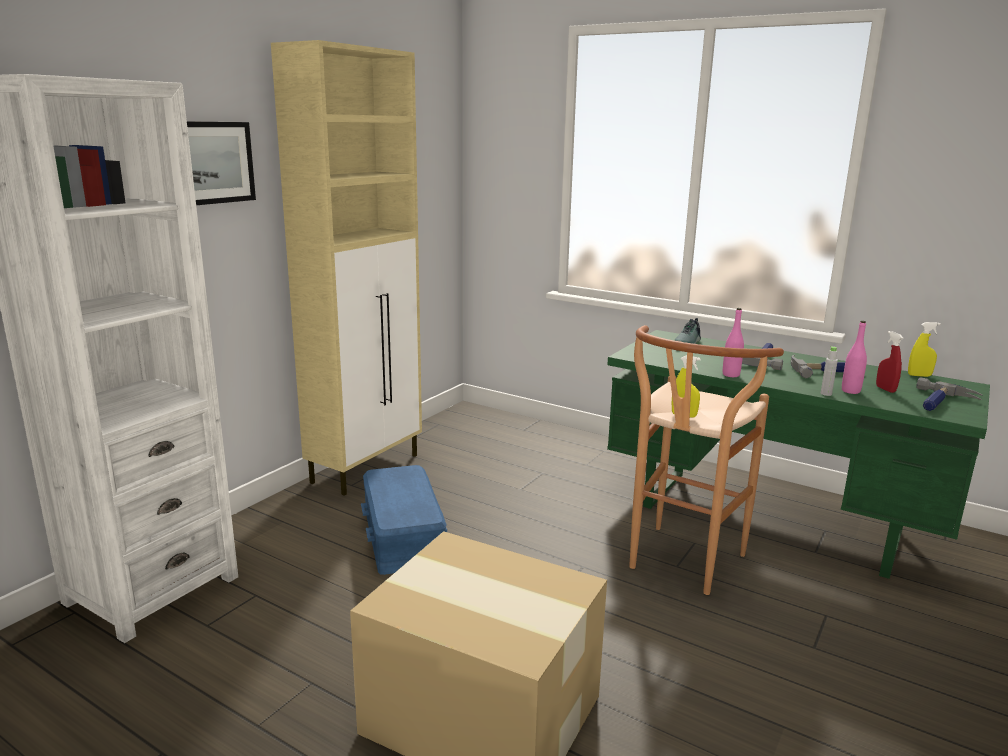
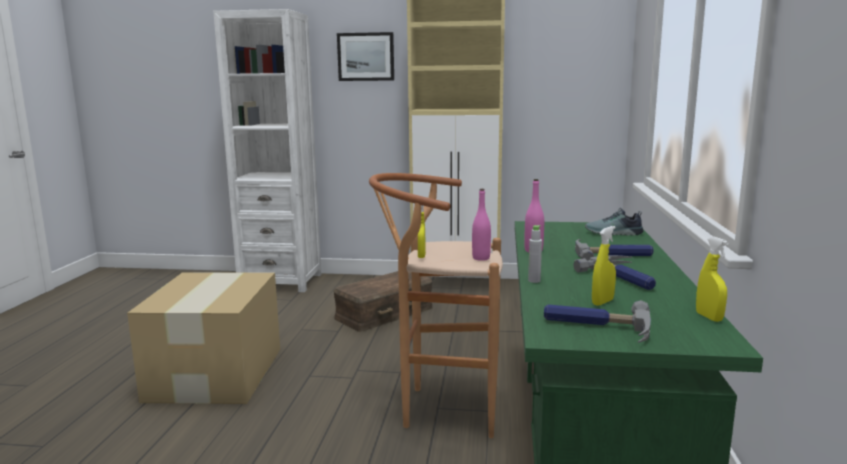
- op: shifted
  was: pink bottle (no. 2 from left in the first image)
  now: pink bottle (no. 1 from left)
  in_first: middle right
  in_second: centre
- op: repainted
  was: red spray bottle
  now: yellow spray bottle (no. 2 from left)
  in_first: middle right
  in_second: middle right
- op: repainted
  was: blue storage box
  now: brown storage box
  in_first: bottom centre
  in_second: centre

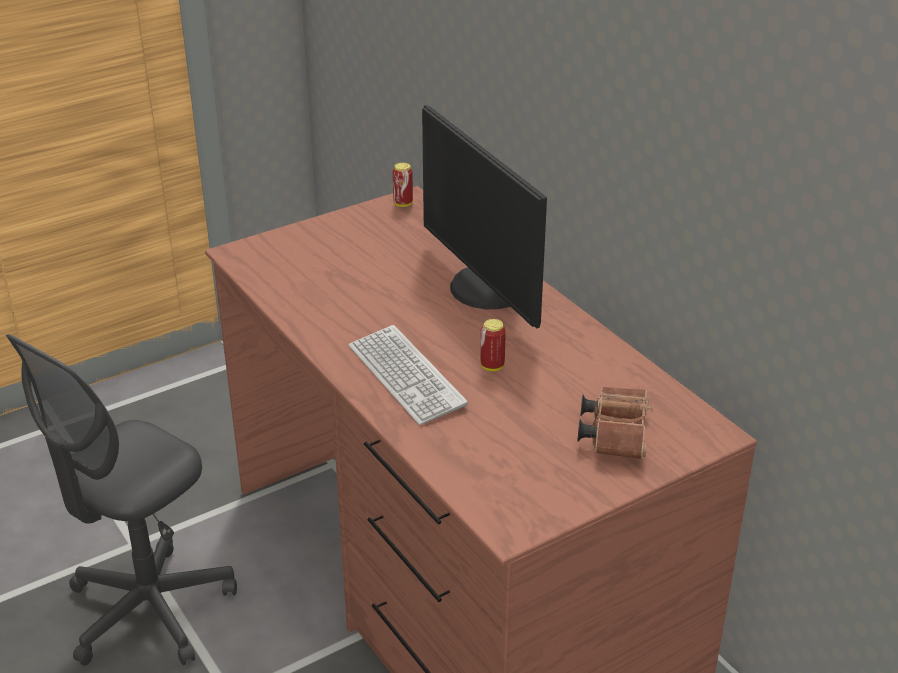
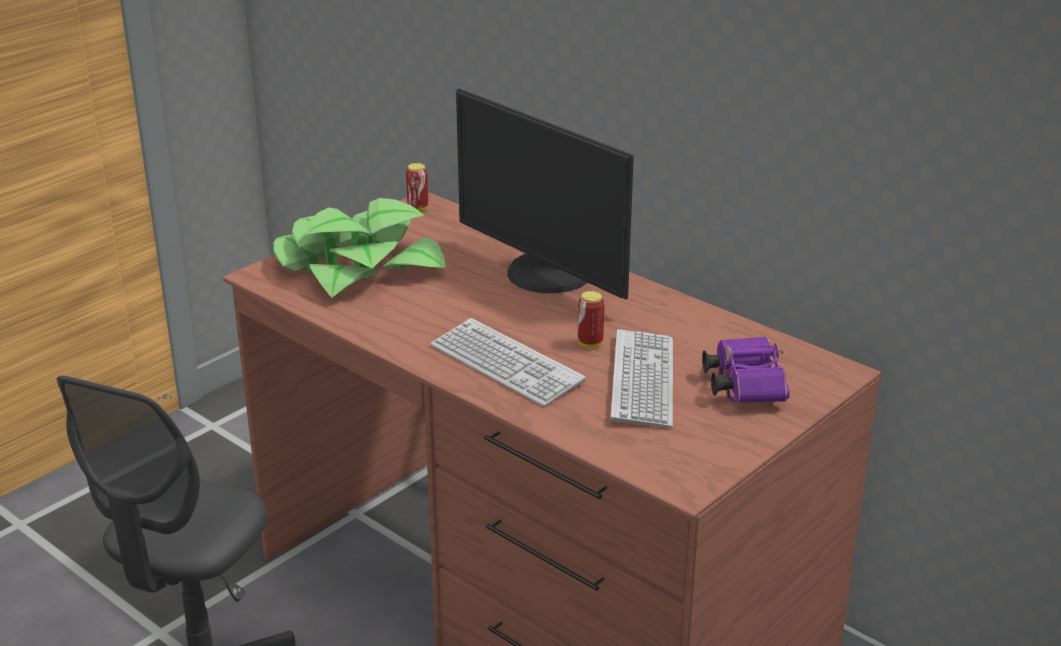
- op: repainted
  was: brown binoculars
  now: purple binoculars
  in_first: middle right
  in_second: middle right
- op: new
  now: potted plant
  in_second: centre
- op: new
  now: keyboard (no. 2 from left)
  in_second: centre

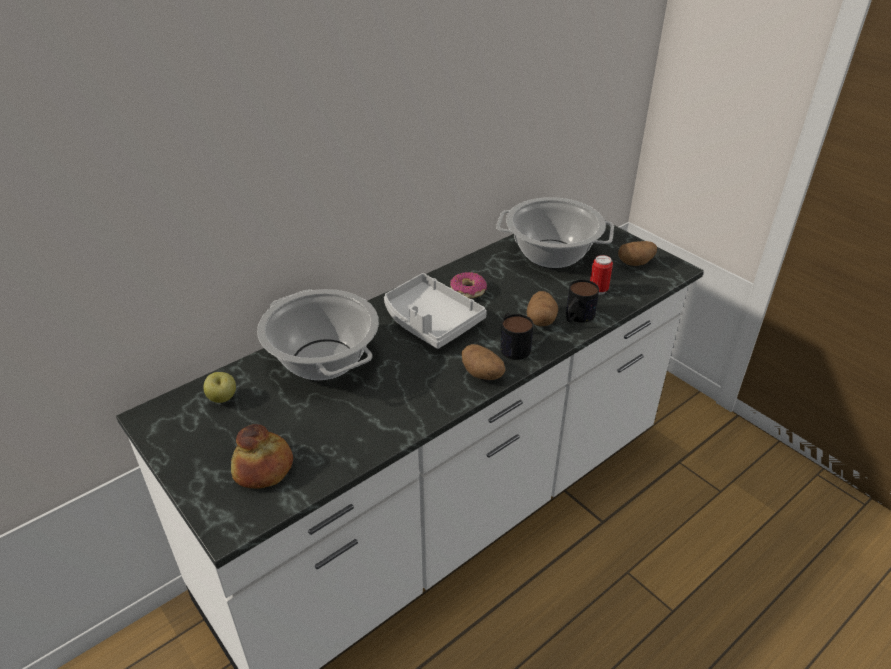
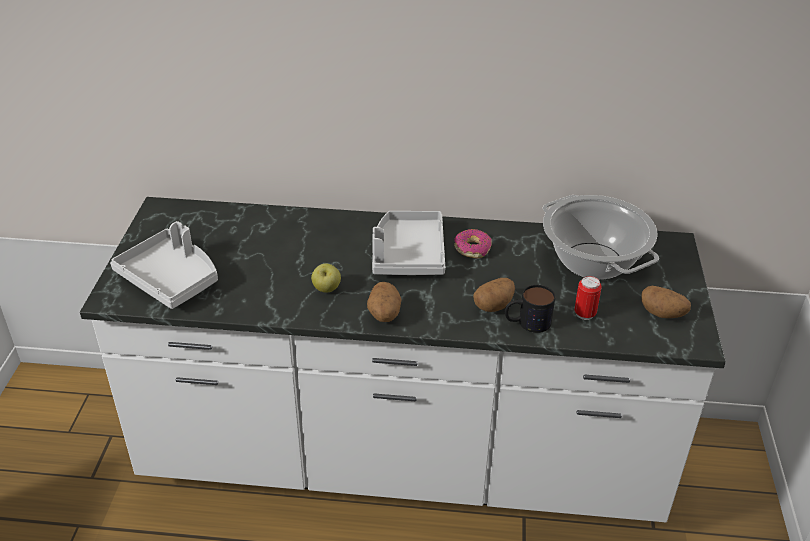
- op: gone
  was: cooking pot (no. 1 from left)
  in_first: centre
- op: gone
  was: mug (no. 1 from left)
  in_first: centre
- op: shifted
  was: apple
  in_first: middle left
  in_second: centre
- op: swapped
  was: bread
  now: grey tray (no. 1 from left)
  in_first: bottom left
  in_second: middle left

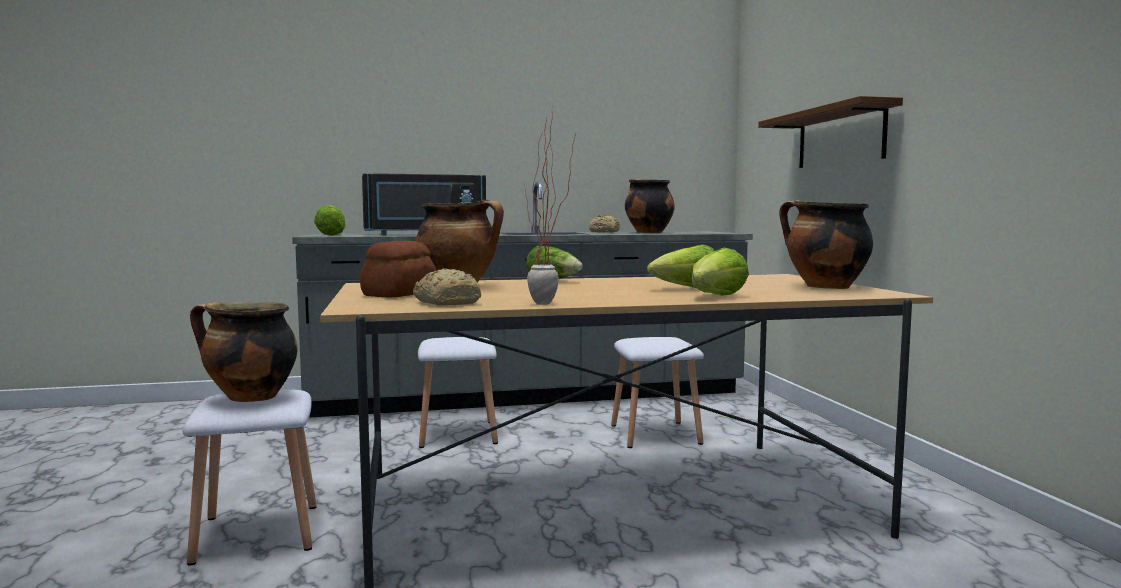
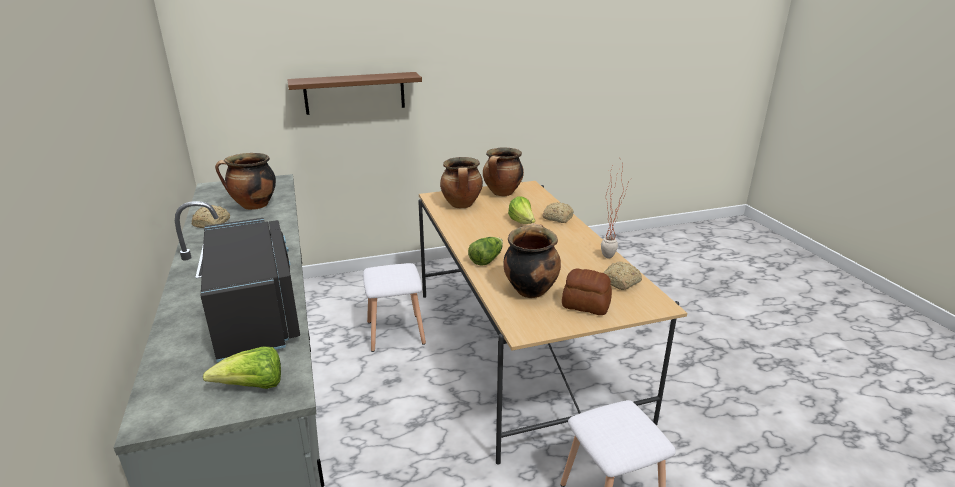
- op: swapped
  was: lettuce (no. 4 from left)
  now: bread (no. 2 from left)
  in_first: centre
  in_second: centre
- op: shifted
  was: cooking pot (no. 1 from left in the first image)
  now: cooking pot (no. 2 from left)
  in_first: middle left
  in_second: centre
- op: gone
  was: white stool (no. 2 from left)
  in_first: bottom centre

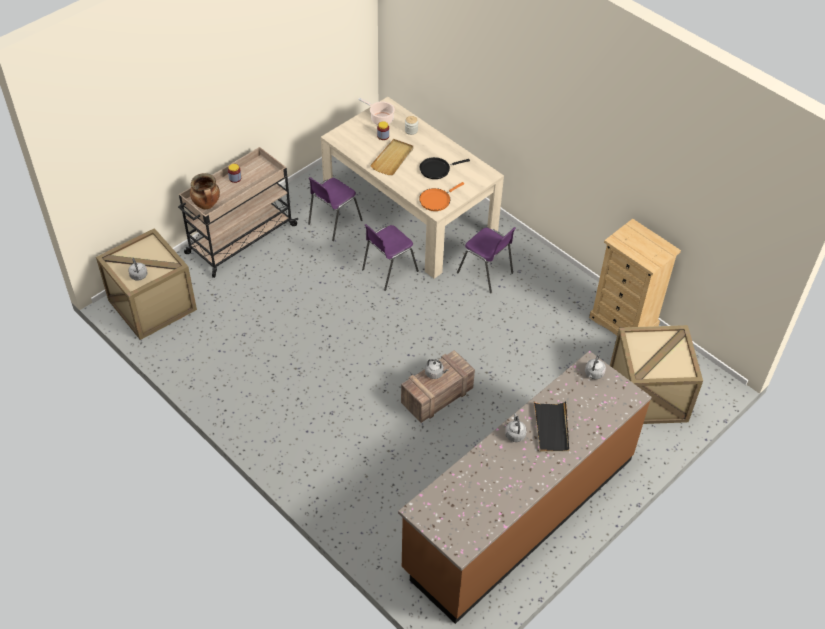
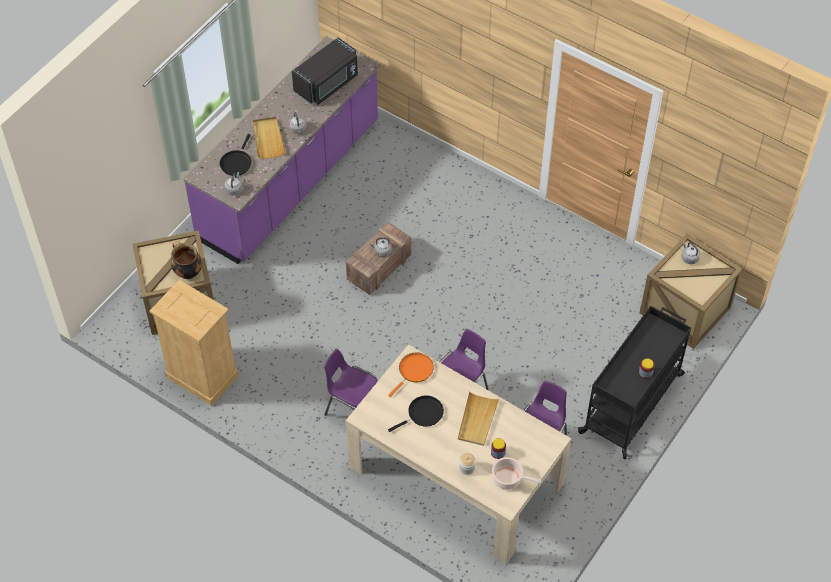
- op: repainted
  was: beige cart
  now: black cart
  in_first: middle left
  in_second: middle right
- op: shifted
  was: cooking pot (no. 1 from left)
  in_first: top left
  in_second: middle left
- op: repainted
  was: brown counter
  now: purple counter
  in_first: bottom centre
  in_second: top centre
- op: repainted
  was: black tray
  now: beige tray (no. 1 from left)
  in_first: bottom right
  in_second: top left
- op: new
  now: black microwave
  in_second: top centre
- op: new
  now: black frying pan (no. 1 from left)
  in_second: top left

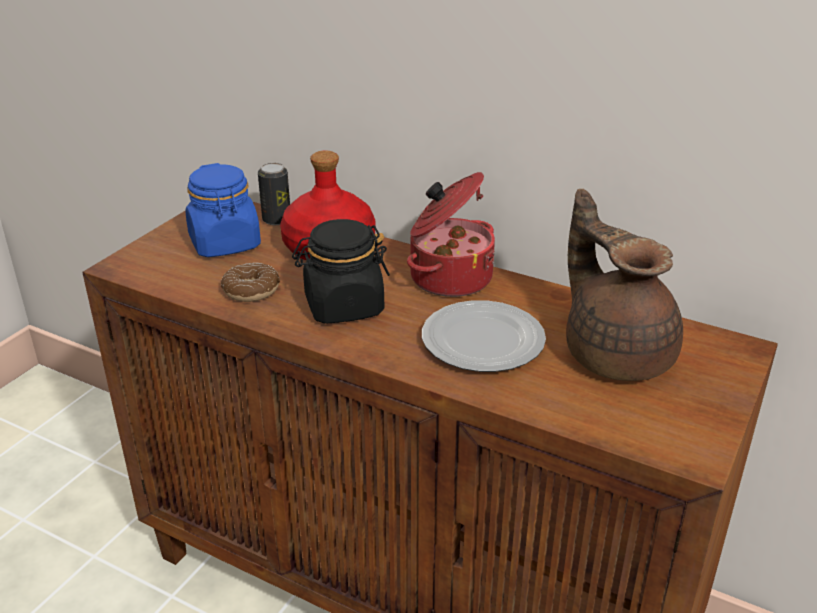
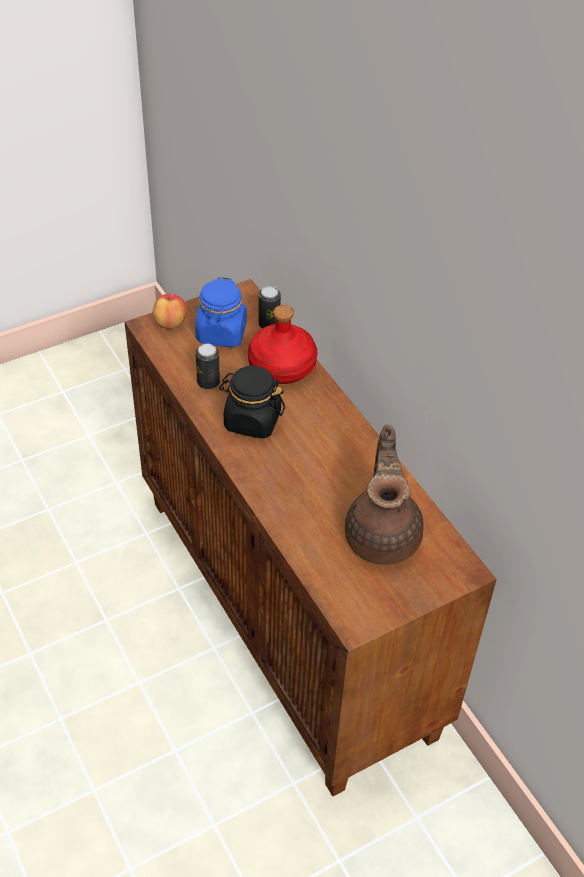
- op: gone
  was: cooking pot
  in_first: centre
- op: swapped
  was: donut
  now: can (no. 1 from left)
  in_first: middle left
  in_second: centre
- op: gone
  was: plate
  in_first: centre
- op: new
  now: apple
  in_second: middle left

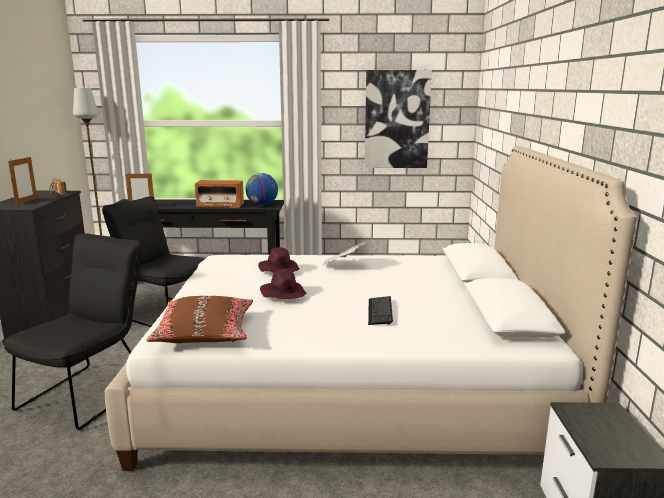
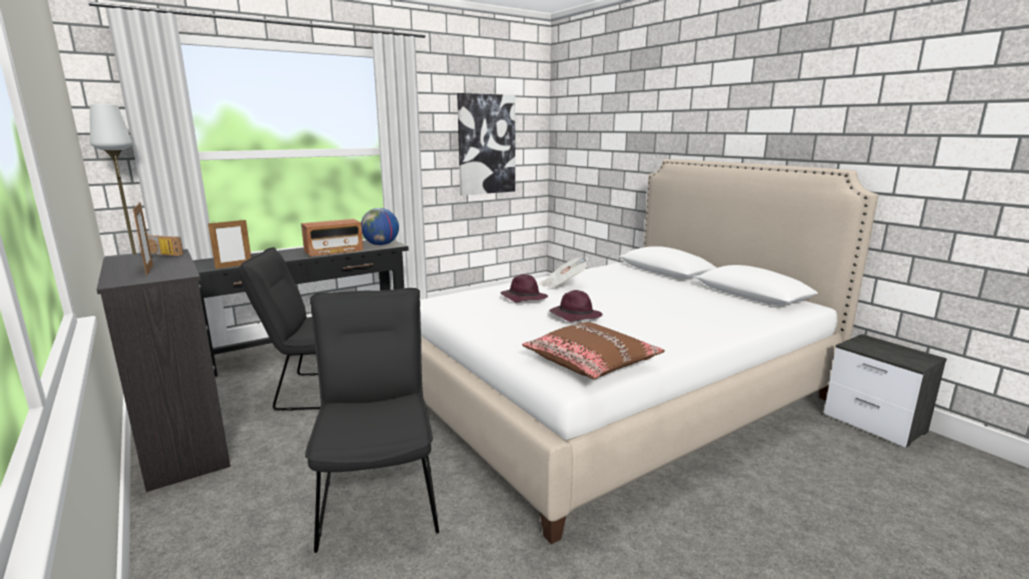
- op: gone
  was: keyboard
  in_first: centre

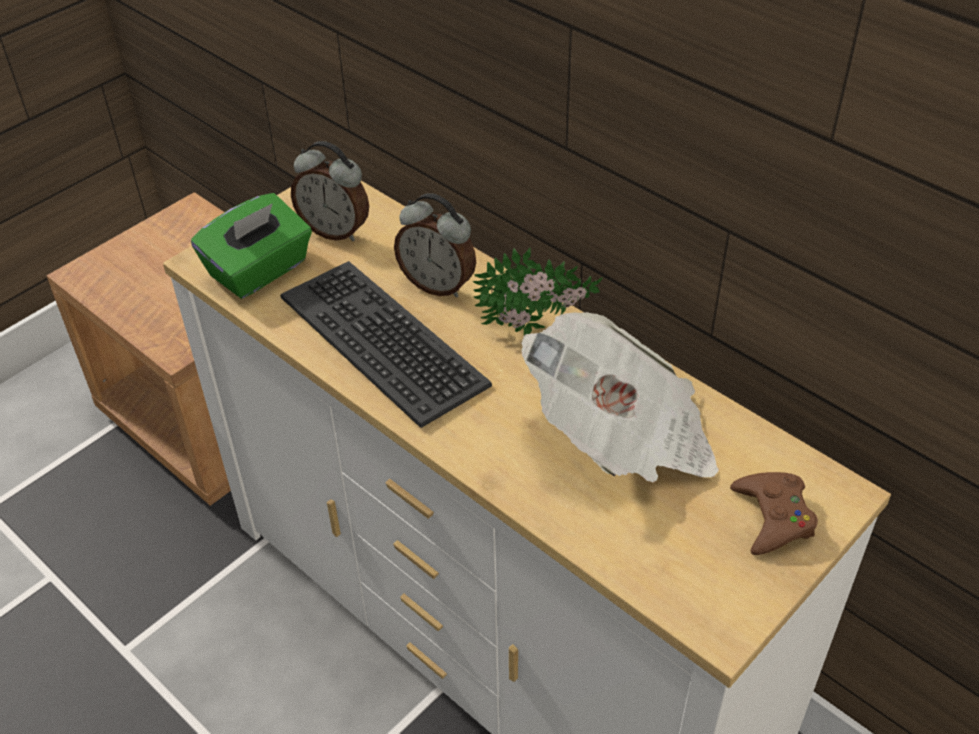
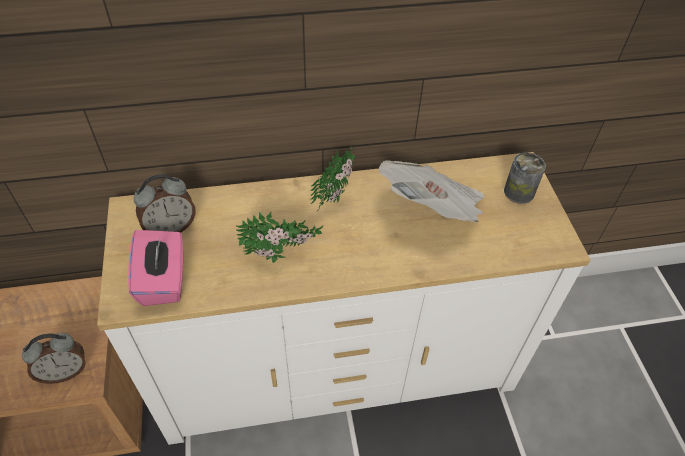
- op: repainted
  was: green tissue box
  now: pink tissue box
  in_first: middle left
  in_second: middle left
- op: shifted
  was: alarm clock (no. 2 from left in the first image)
  now: alarm clock (no. 1 from left)
  in_first: centre
  in_second: bottom left
- op: swapped
  was: keyboard
  now: potted plant (no. 1 from left)
  in_first: centre
  in_second: centre
- op: swapped
  was: brown game controller
  now: can
  in_first: bottom right
  in_second: middle right

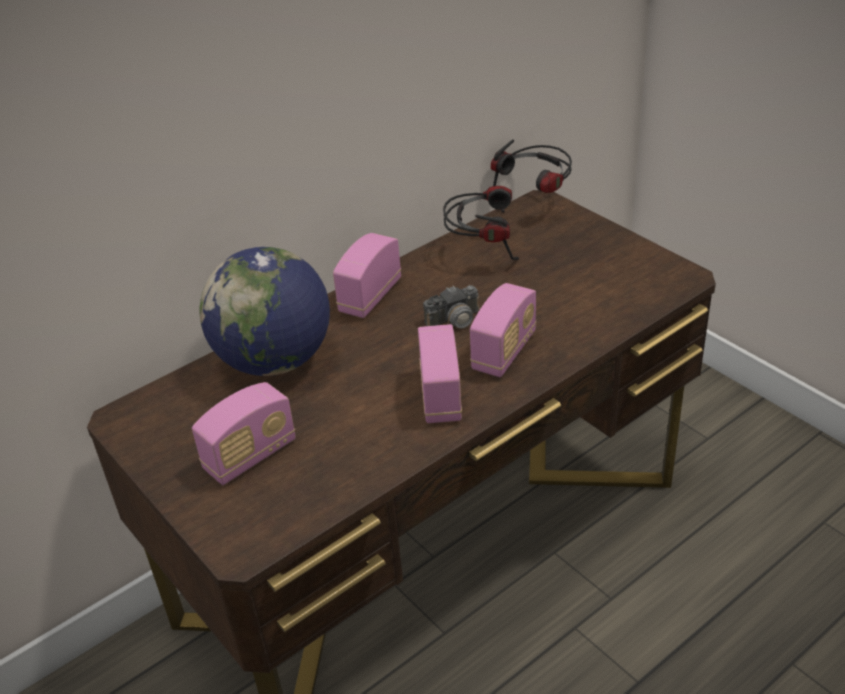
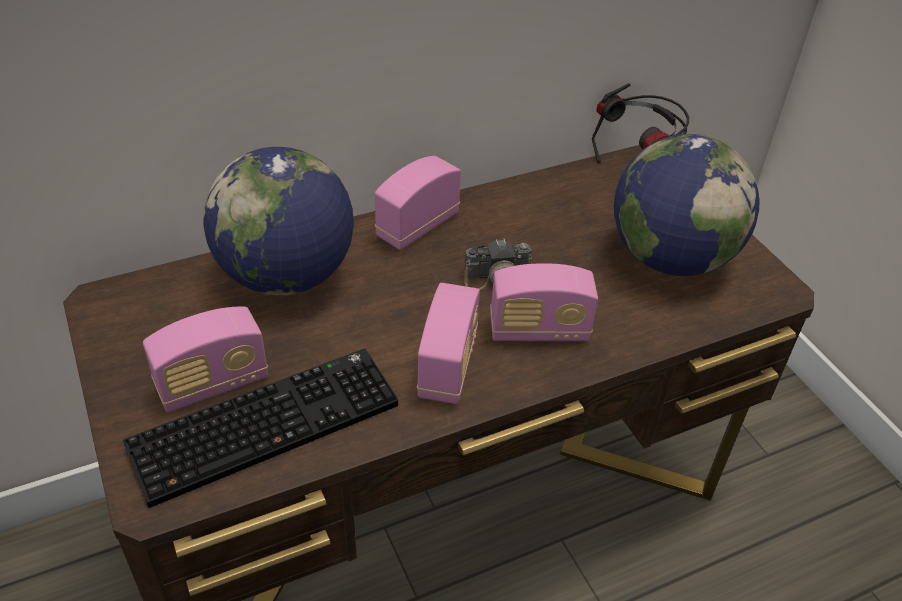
- op: gone
  was: headphones (no. 1 from left)
  in_first: top centre
- op: rotated
  was: radio (no. 4 from left)
  in_first: centre
  in_second: centre
  clockwise: 45
- op: new
  now: globe (no. 2 from left)
  in_second: middle right
- op: new
  now: keyboard
  in_second: bottom left

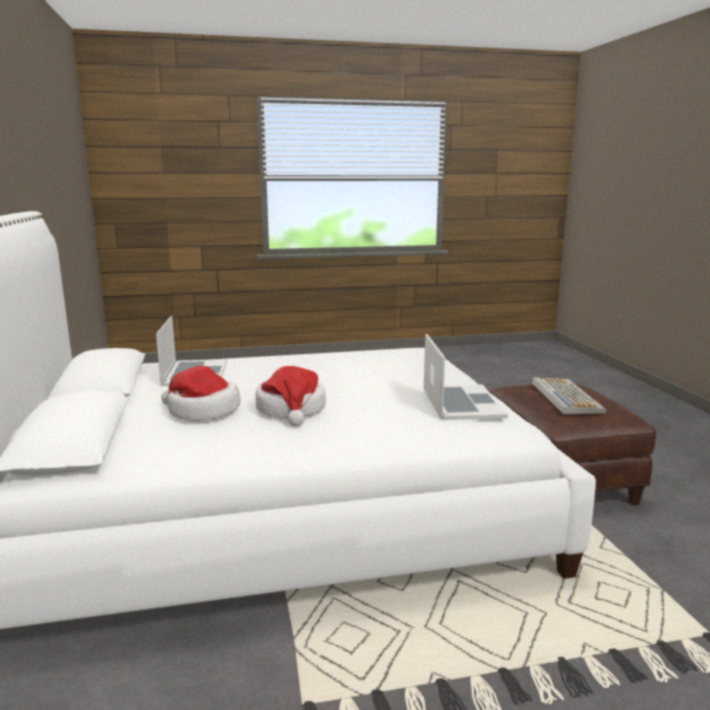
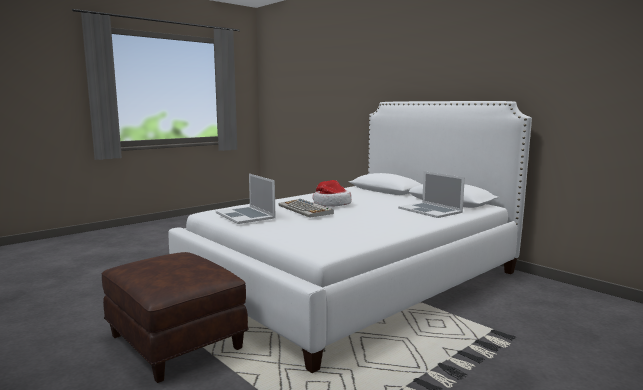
- op: gone
  was: hat (no. 1 from left)
  in_first: middle left
- op: shifted
  was: keyboard
  in_first: middle right
  in_second: centre

